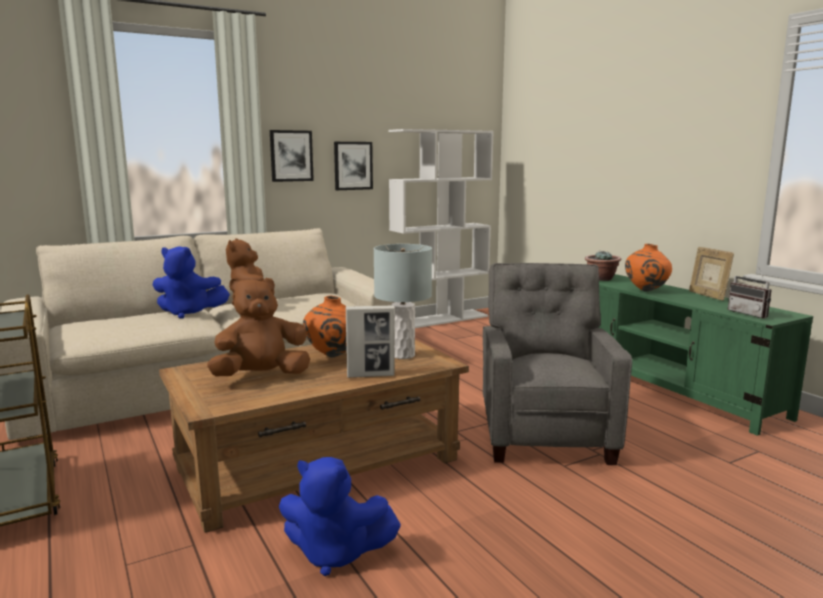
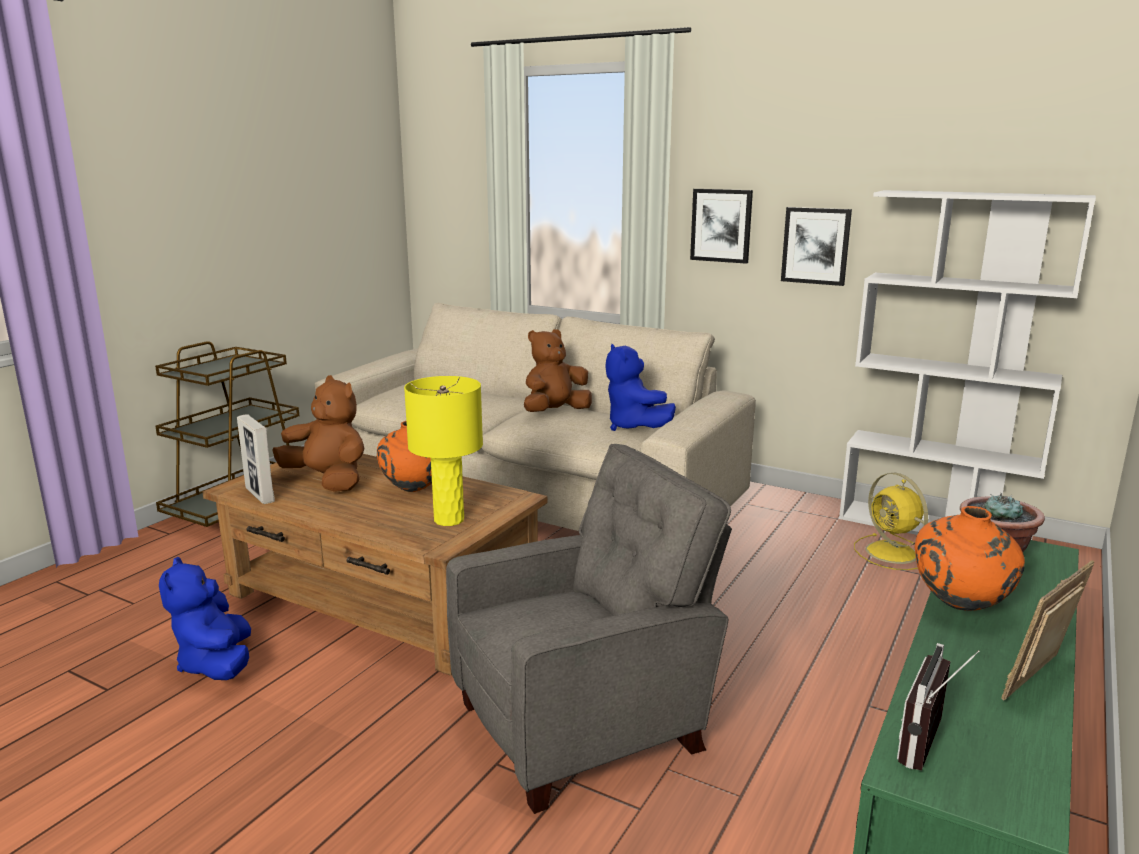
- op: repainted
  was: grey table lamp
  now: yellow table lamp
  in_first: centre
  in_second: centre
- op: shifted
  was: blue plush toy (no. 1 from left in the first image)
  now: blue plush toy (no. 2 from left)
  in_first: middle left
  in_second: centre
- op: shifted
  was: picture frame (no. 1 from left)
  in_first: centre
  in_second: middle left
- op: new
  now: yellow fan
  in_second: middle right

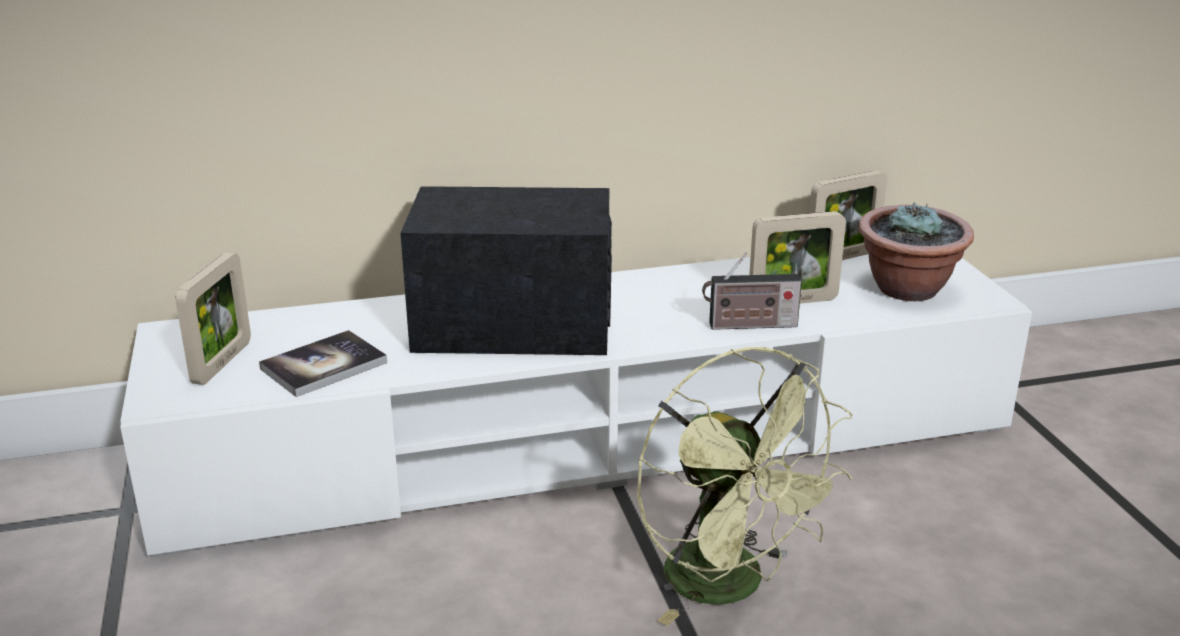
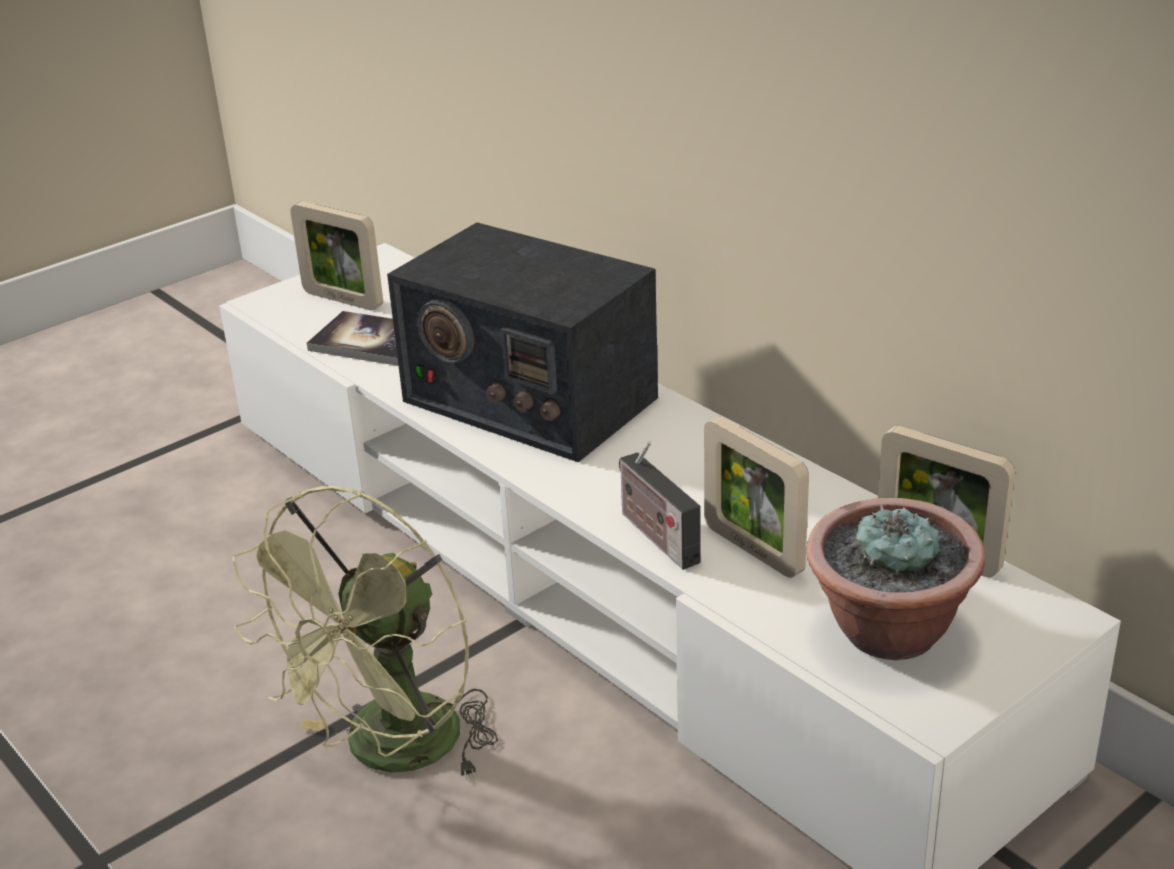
- op: rotated
  was: radio (no. 1 from left)
  in_first: centre
  in_second: centre
  clockwise: 150
- op: rotated
  was: picture frame (no. 1 from left)
  in_first: middle left
  in_second: top left
  clockwise: 45

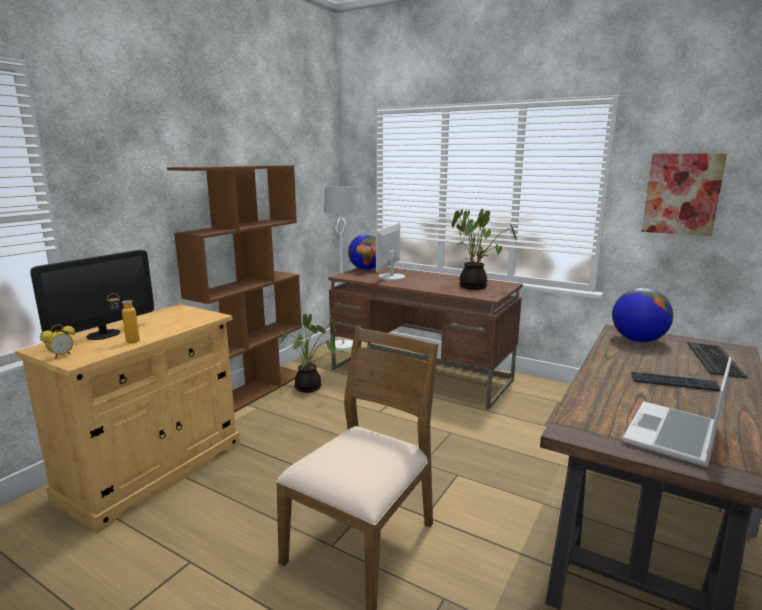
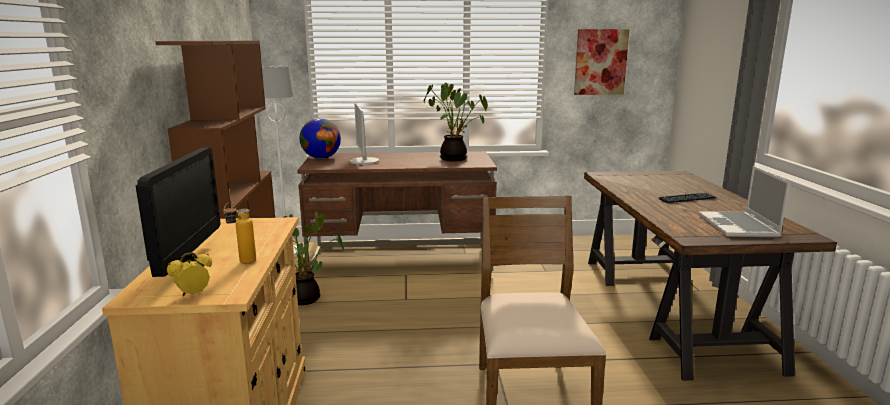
- op: gone
  was: globe (no. 2 from left)
  in_first: middle right
- op: rotated
  was: alarm clock
  in_first: middle left
  in_second: bottom left
  clockwise: -135
- op: gone
  was: keyboard (no. 2 from left)
  in_first: middle right

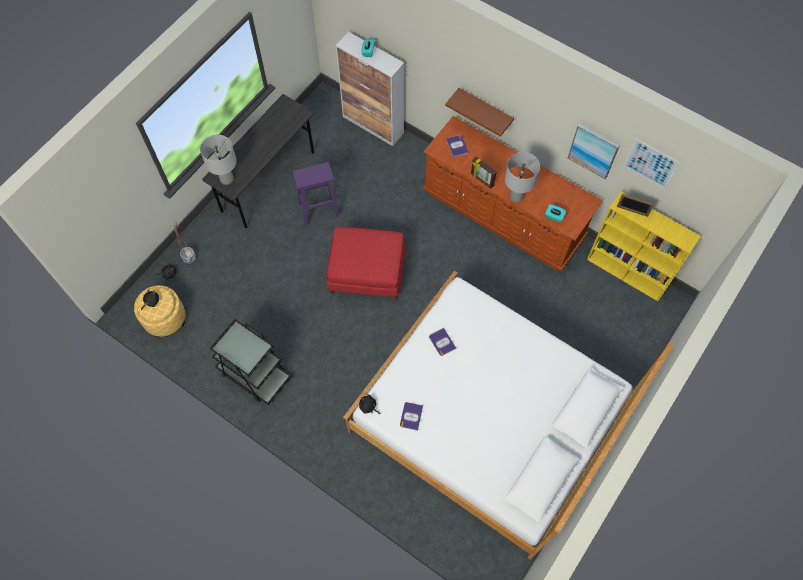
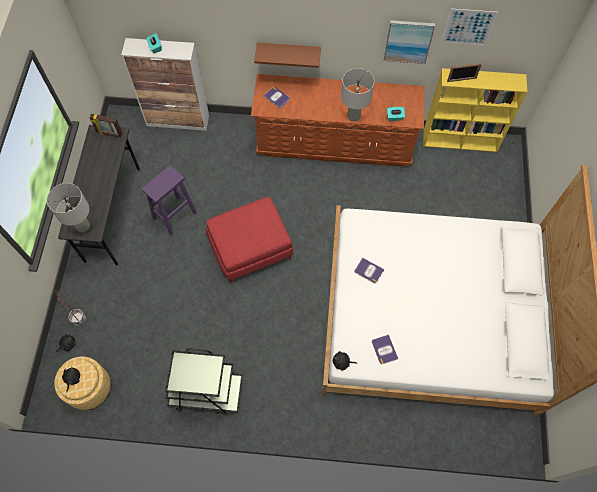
- op: shifted
  was: picture frame (no. 1 from left)
  in_first: top centre
  in_second: top left

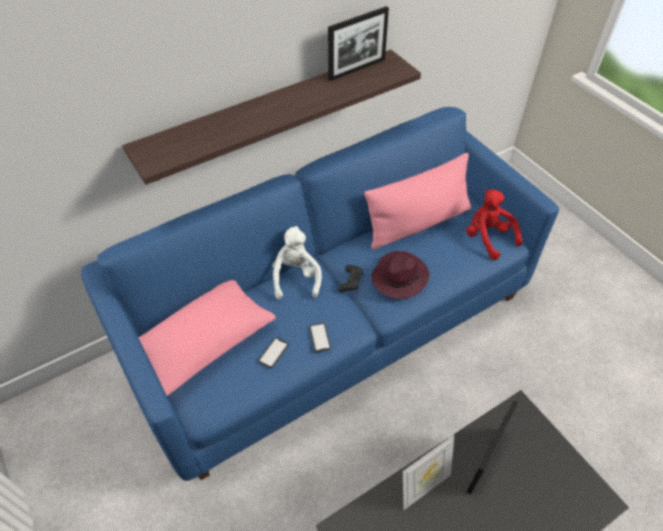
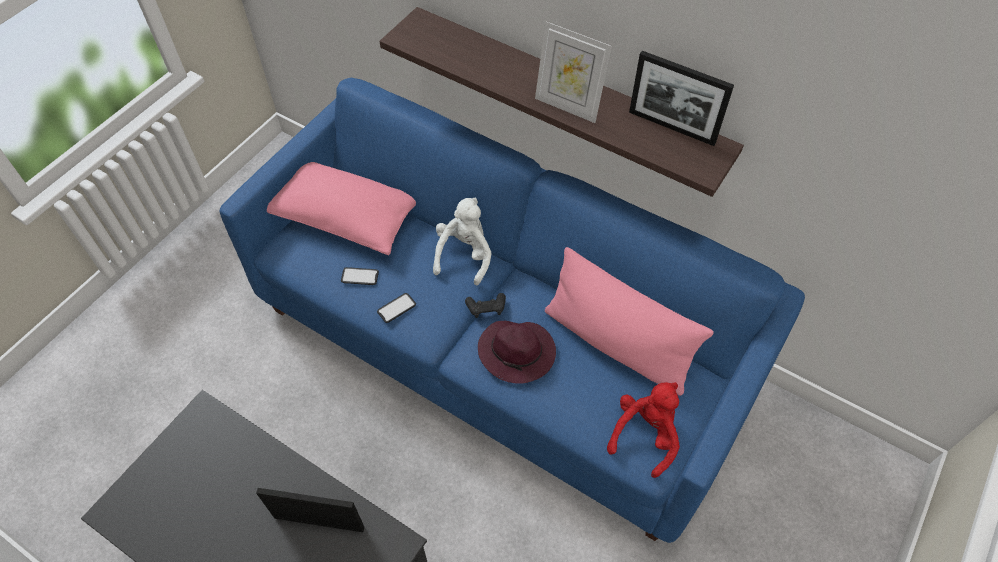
- op: rotated
  was: white plush toy
  in_first: centre
  in_second: centre
  clockwise: -45
- op: shifted
  was: picture frame (no. 2 from left)
  in_first: bottom centre
  in_second: top centre

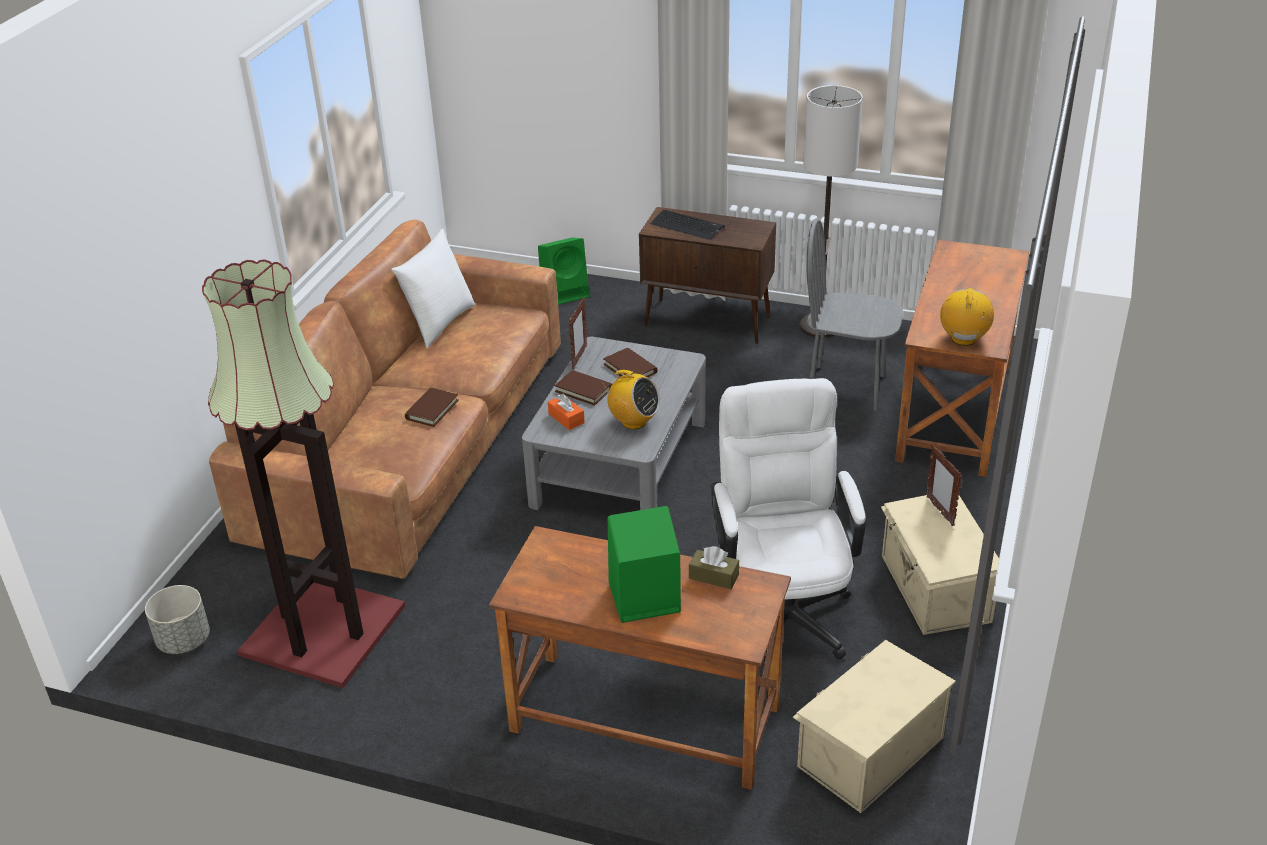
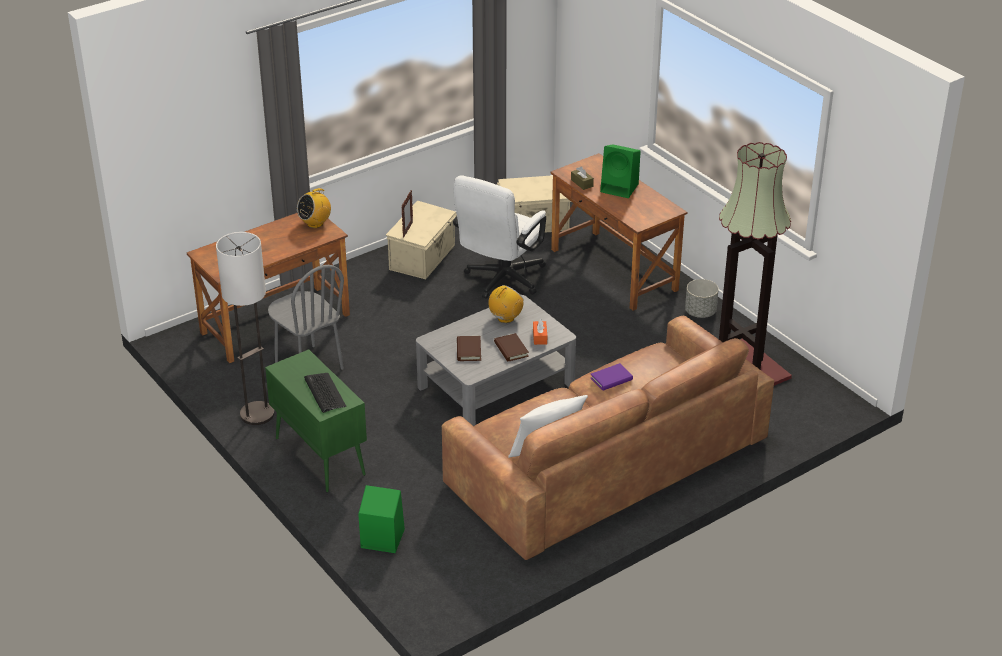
- op: repainted
  was: brown cabinet
  now: green cabinet
  in_first: top centre
  in_second: middle left
- op: gone
  was: picture frame (no. 1 from left)
  in_first: centre
- op: rotated
  was: radio (no. 1 from left in the first image)
  in_first: centre
  in_second: centre
  clockwise: 60
- op: repainted
  was: brown book (no. 1 from left)
  now: purple book
  in_first: centre
  in_second: centre
- op: shifted
  was: grey planter
  in_first: bottom left
  in_second: middle right

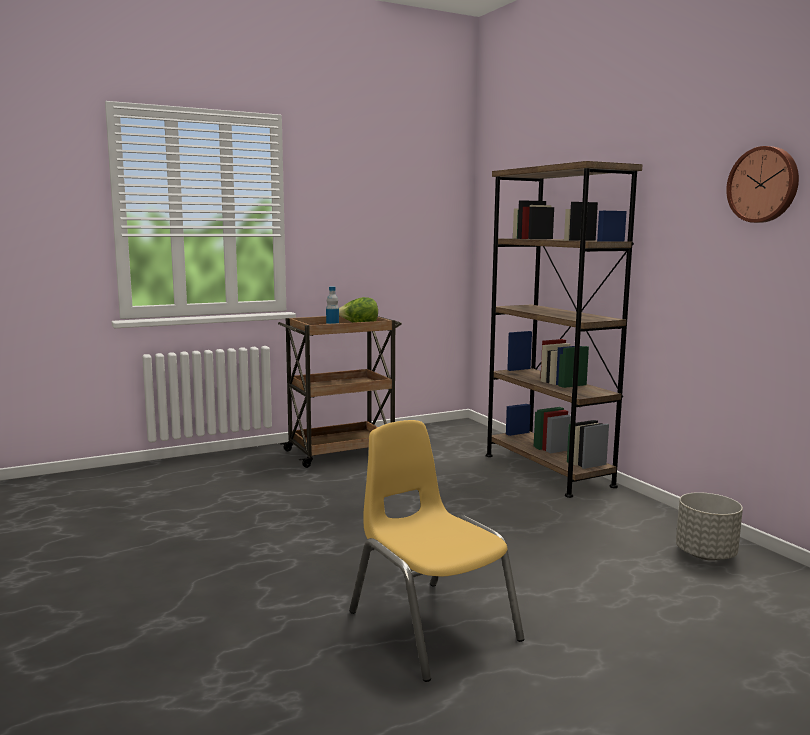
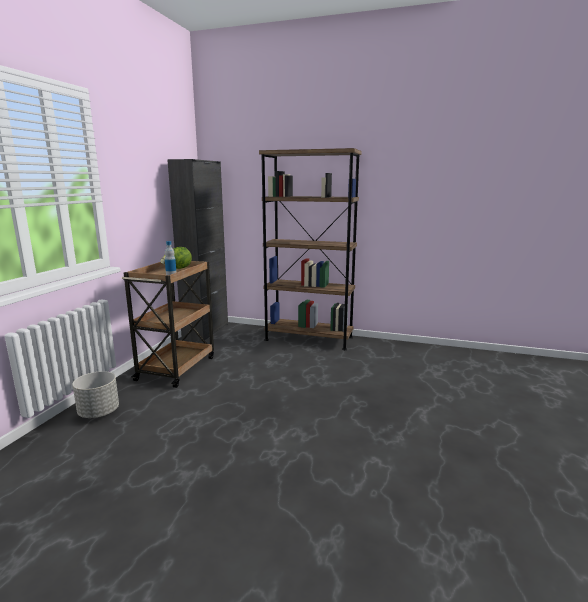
- op: gone
  was: wall clock
  in_first: top right
- op: gone
  was: yellow chair
  in_first: bottom centre
- op: shifted
  was: grey planter
  in_first: bottom right
  in_second: middle left
- op: new
  now: black cabinet
  in_second: centre

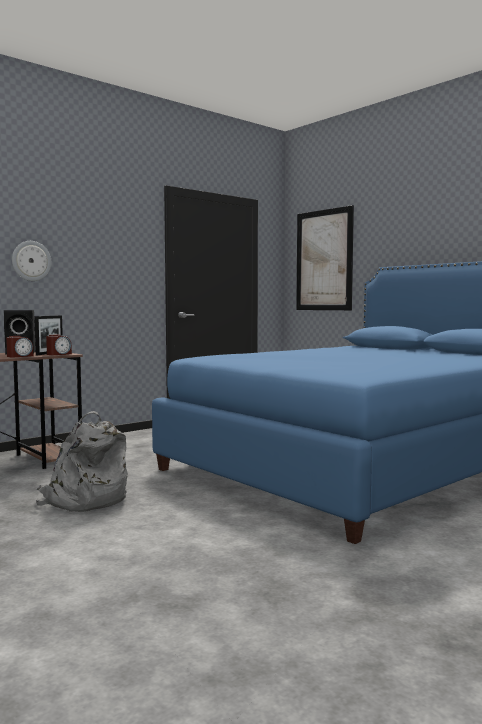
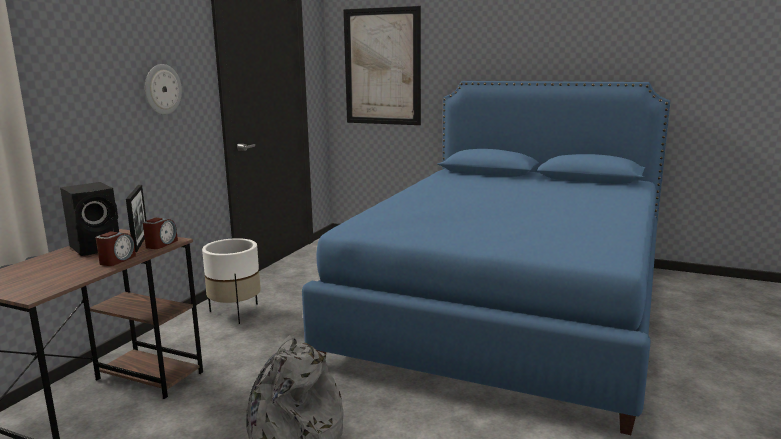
- op: shifted
  was: wall clock
  in_first: middle left
  in_second: top left
- op: new
  now: white planter
  in_second: middle left

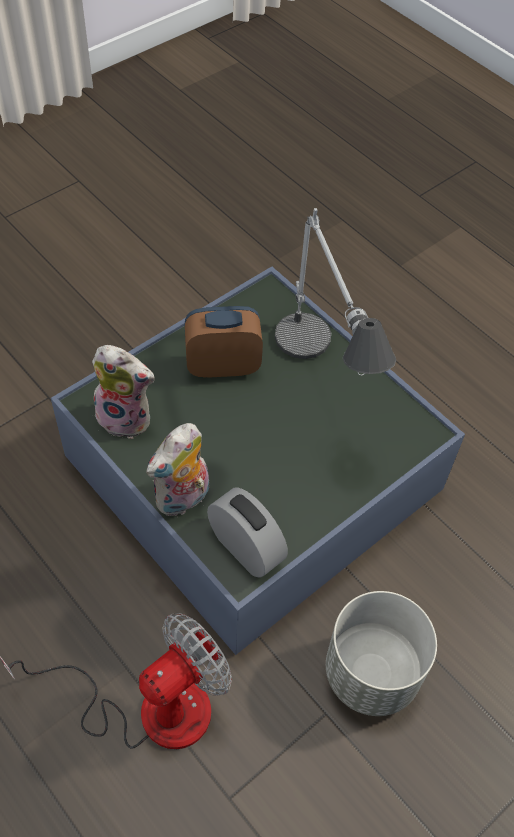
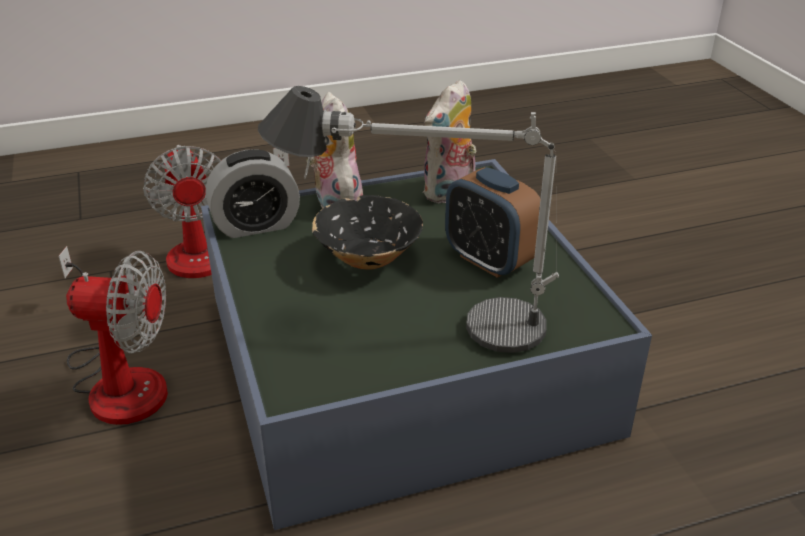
- op: rotated
  was: alarm clock (no. 1 from left in the first image)
  in_first: centre
  in_second: centre
  clockwise: 120
- op: swapped
  was: grey planter
  now: fan (no. 1 from left)
  in_first: bottom right
  in_second: middle left
- op: new
  now: black bowl
  in_second: centre

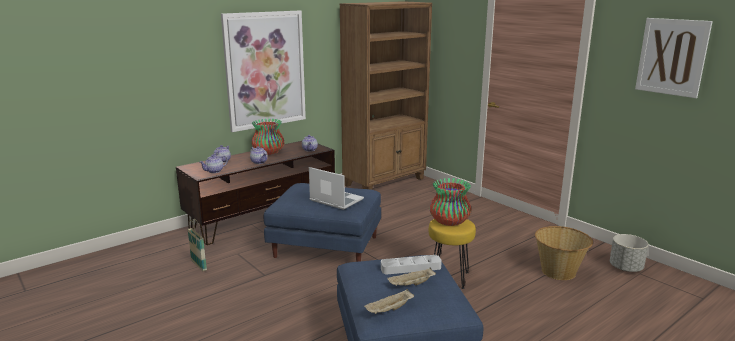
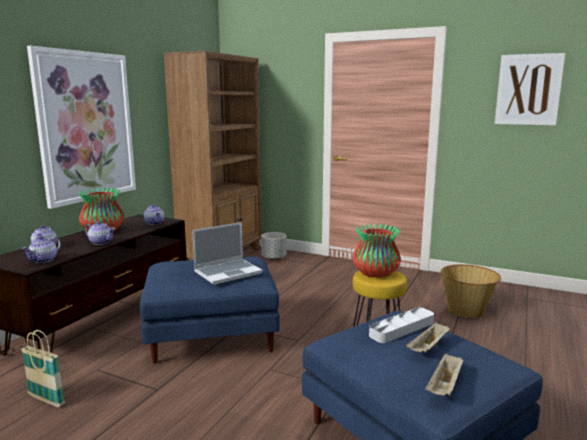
- op: rotated
  was: laptop
  in_first: centre
  in_second: centre
  clockwise: 135
- op: shifted
  was: grey planter
  in_first: bottom right
  in_second: centre

